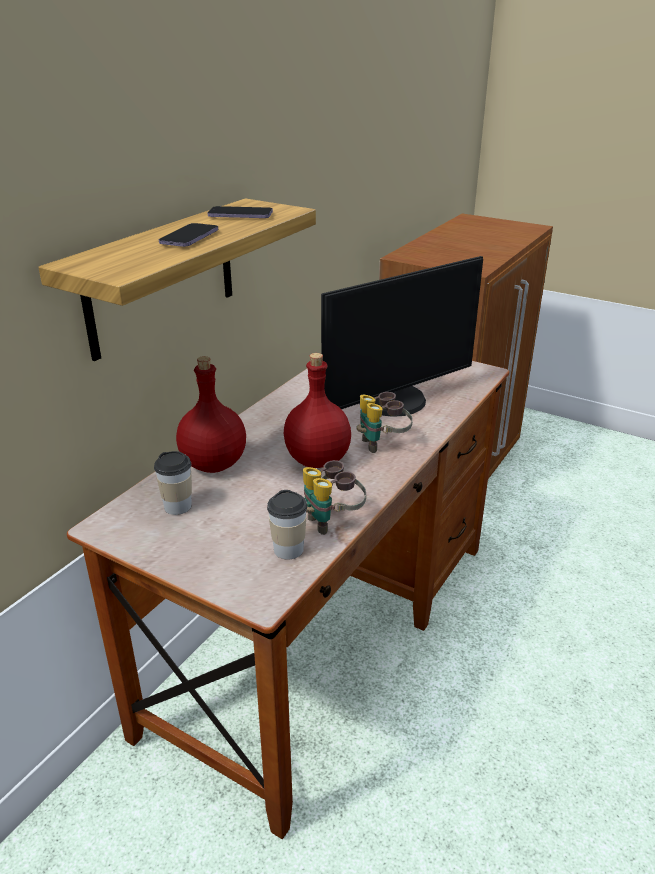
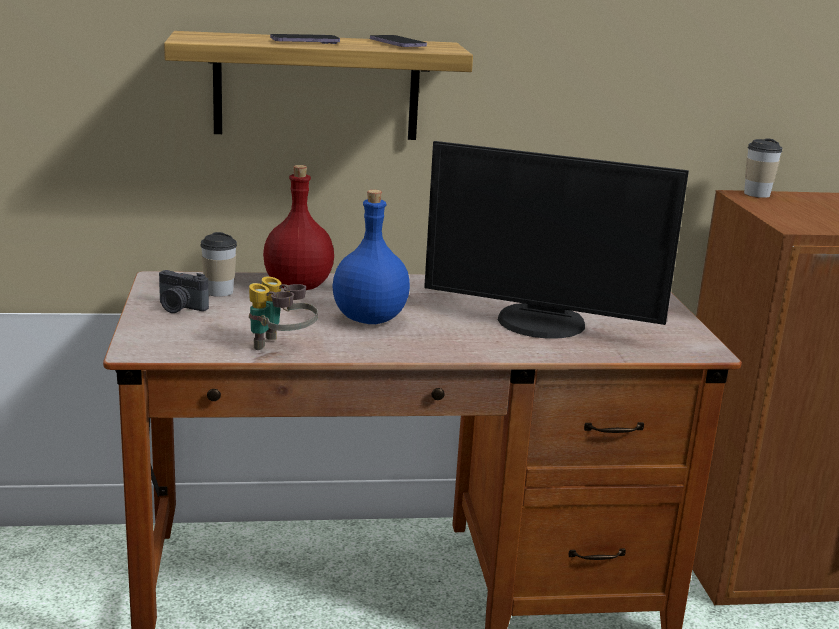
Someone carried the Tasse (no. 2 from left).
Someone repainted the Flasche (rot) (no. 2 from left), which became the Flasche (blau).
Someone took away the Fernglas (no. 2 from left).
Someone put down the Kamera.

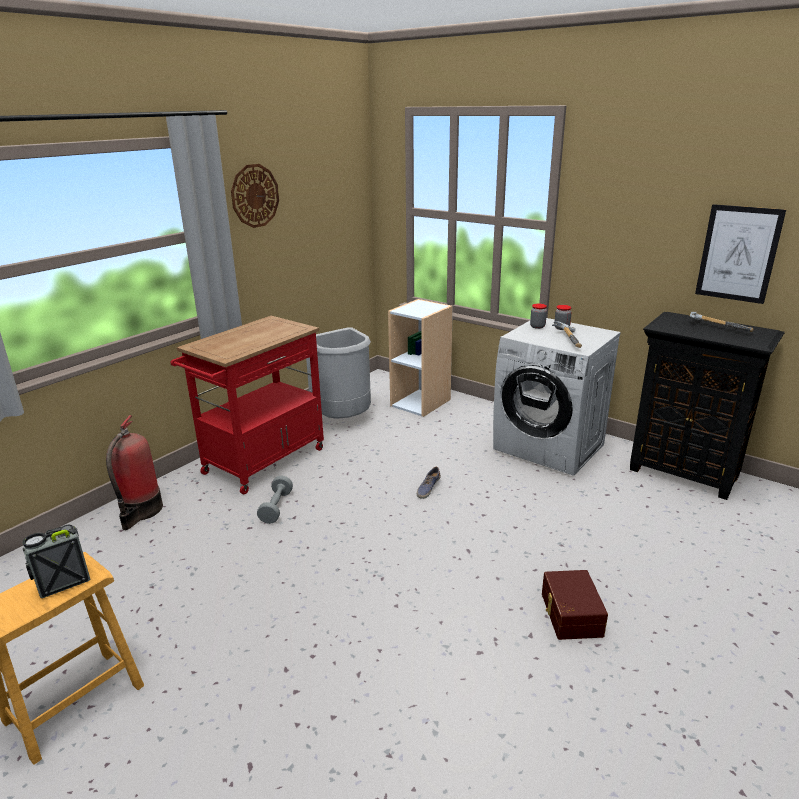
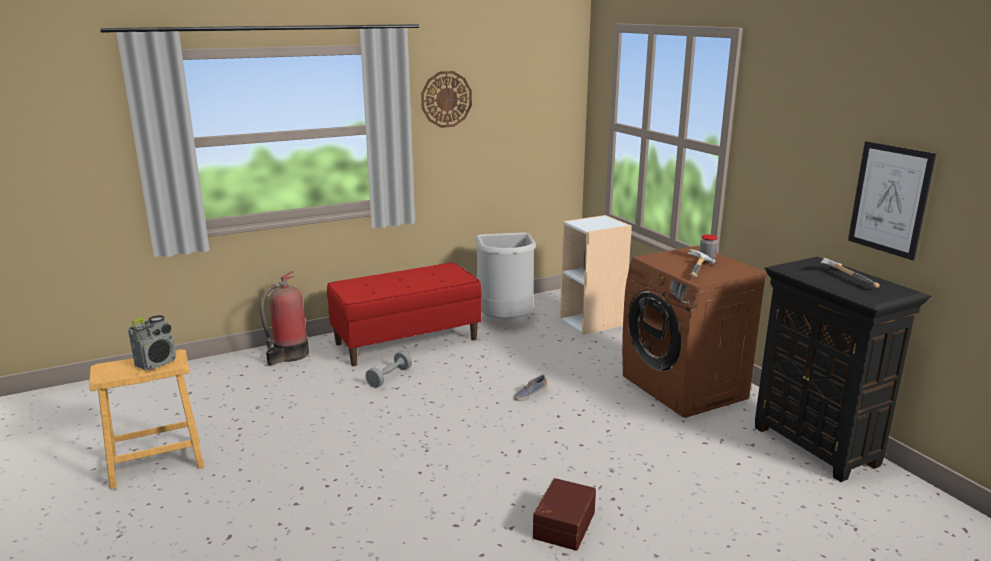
Someone rotated the Radio by 135 degrees clockwise.
Someone swapped the Rollwagen (rot) for the Bank (rot).
Someone repainted the Waschmaschine (weiß), which became the Waschmaschine (braun).
Someone took away the Vorratsglas (no. 1 from left).

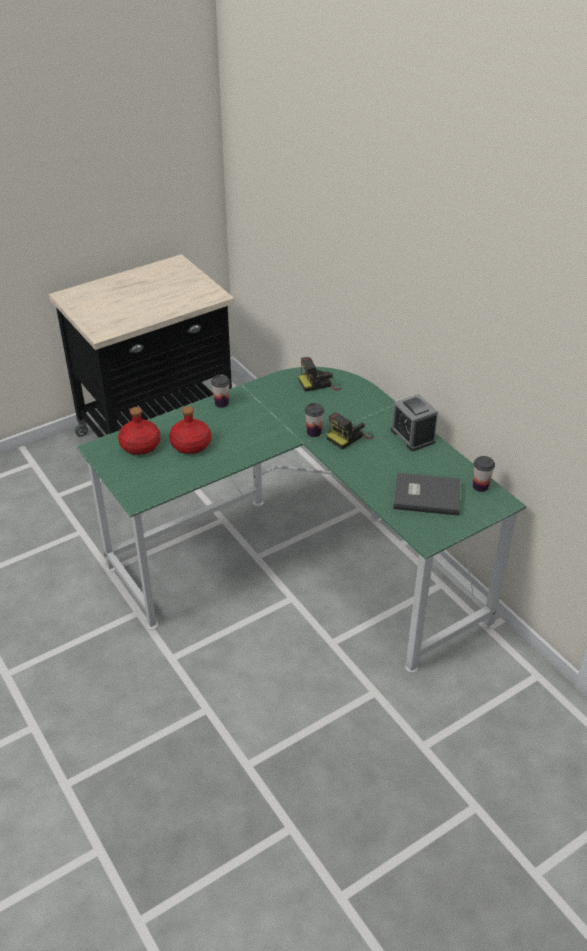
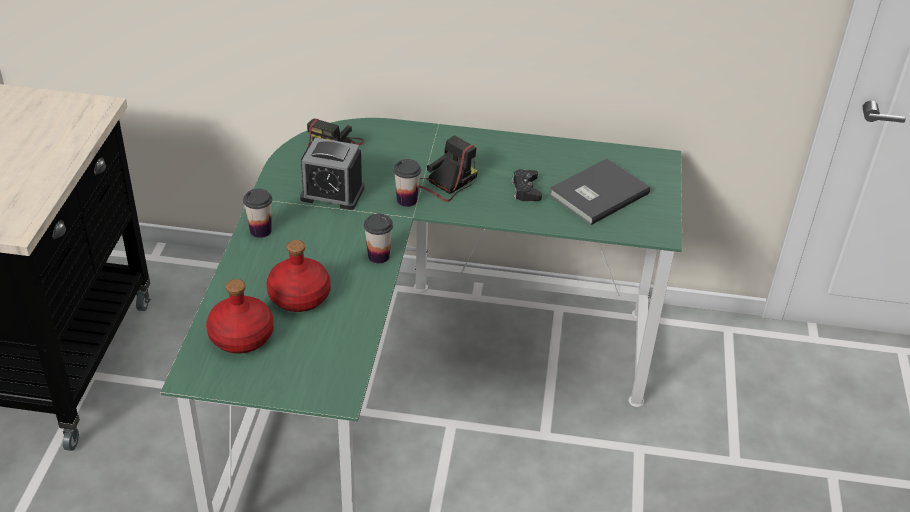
Someone rotated the Kamera (no. 2 from left) by 135 degrees counterclockwise.
Someone carried the Wecker.
Someone carried the Tasse (no. 3 from left in the first image).
Someone put down the Gamepad (schwarz).

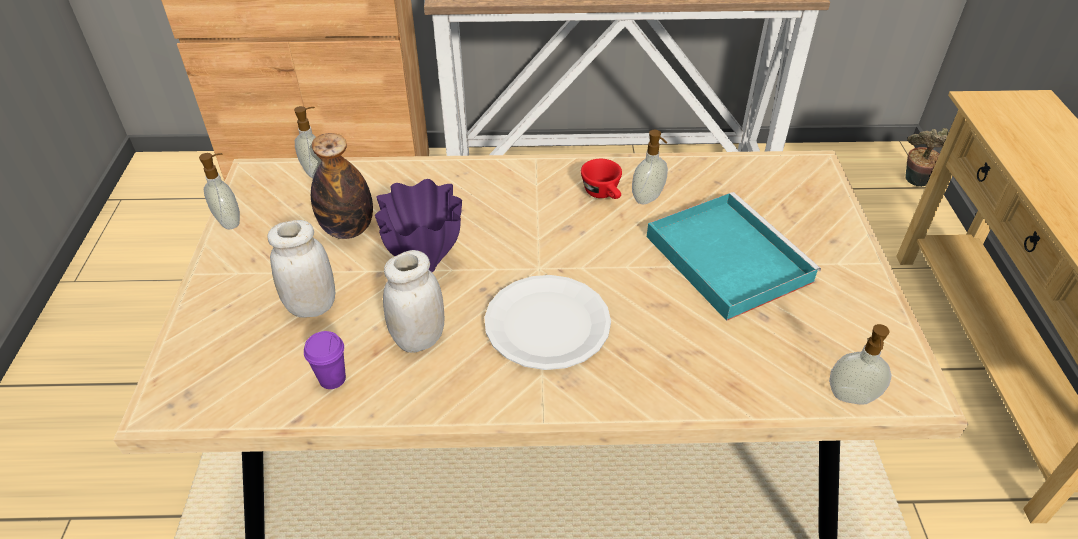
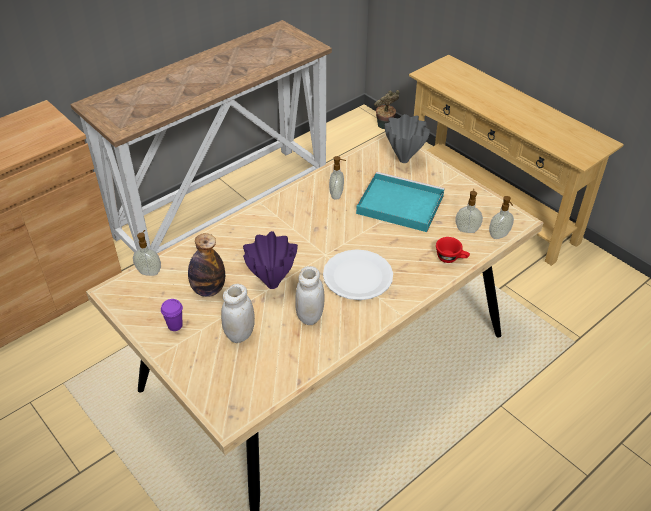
Someone carried the Seifenspender (no. 1 from left in the first image).
Someone carried the Tasse (lila).
Someone carried the Tasse (rot).
Someone put down the Vase (grau).

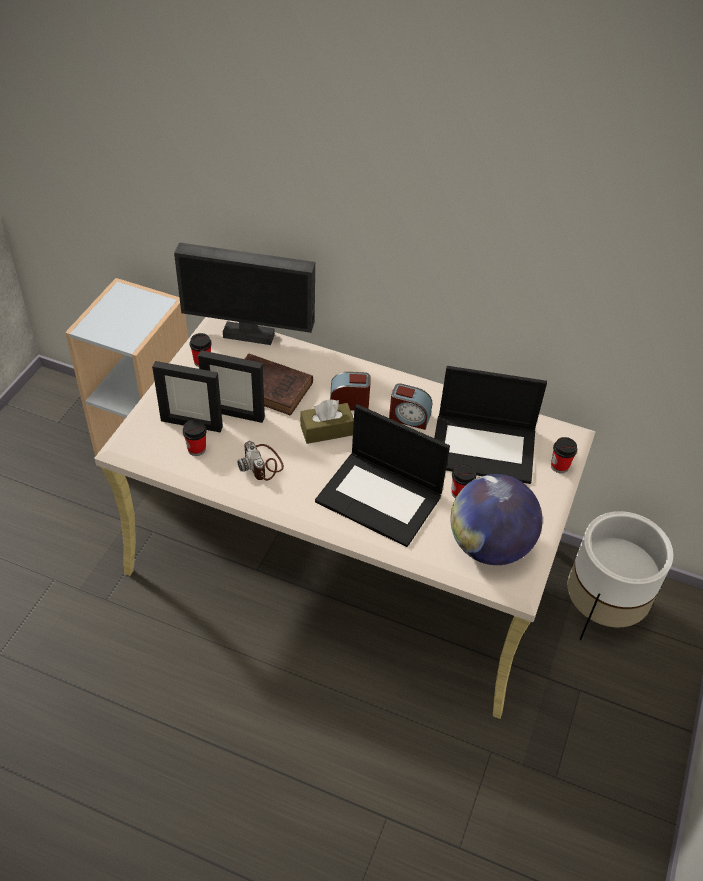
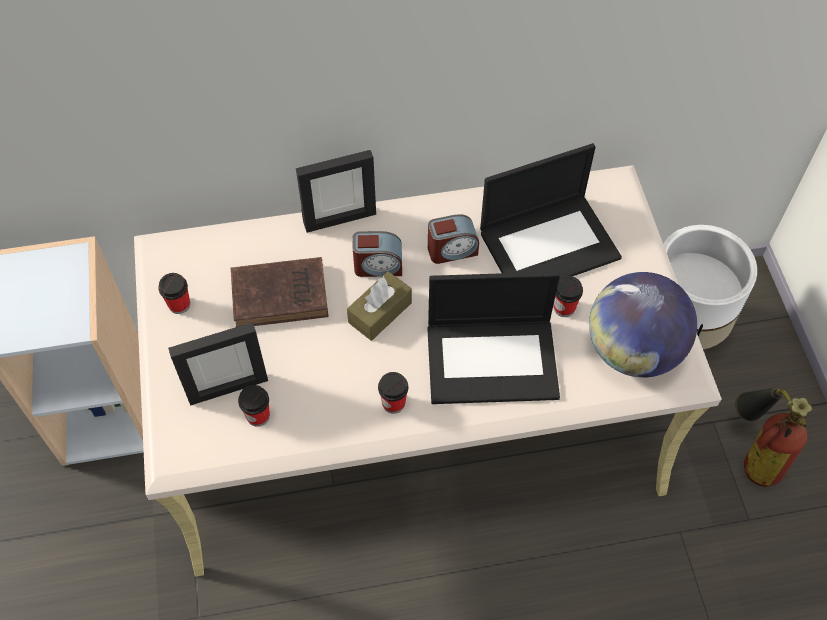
Someone took away the Monitor.
Someone carried the Bilderrahmen (no. 2 from left).
Someone took away the Kamera.
Someone rotated the Wecker (no. 1 from left) by 150 degrees counterclockwise.
Someone carried the Tasse (no. 4 from left in the first image).
Someone put down the Feuerlöscher.

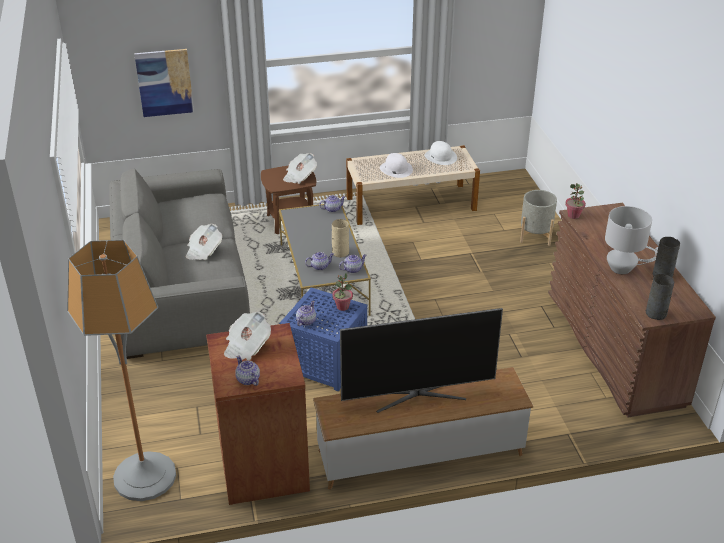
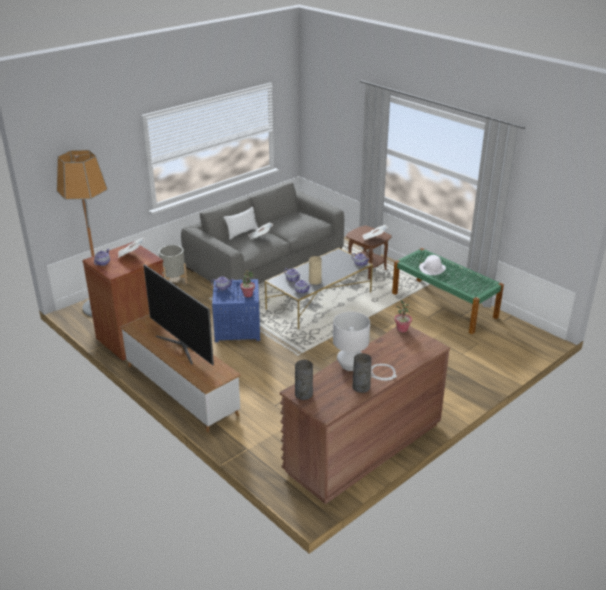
Someone took away the Bild.
Someone repainted the Bank (beige), which became the Bank (grün).
Someone took away the Hut (weiß) (no. 2 from left).
Someone carried the Pflanzkübel (grau).
Someone put down the Kissen (weiß).

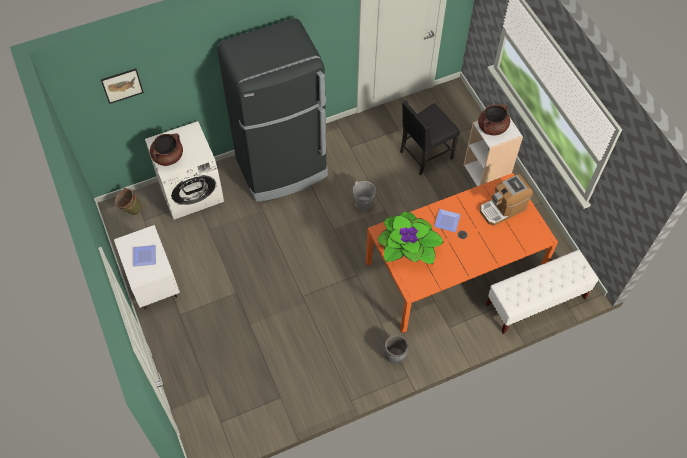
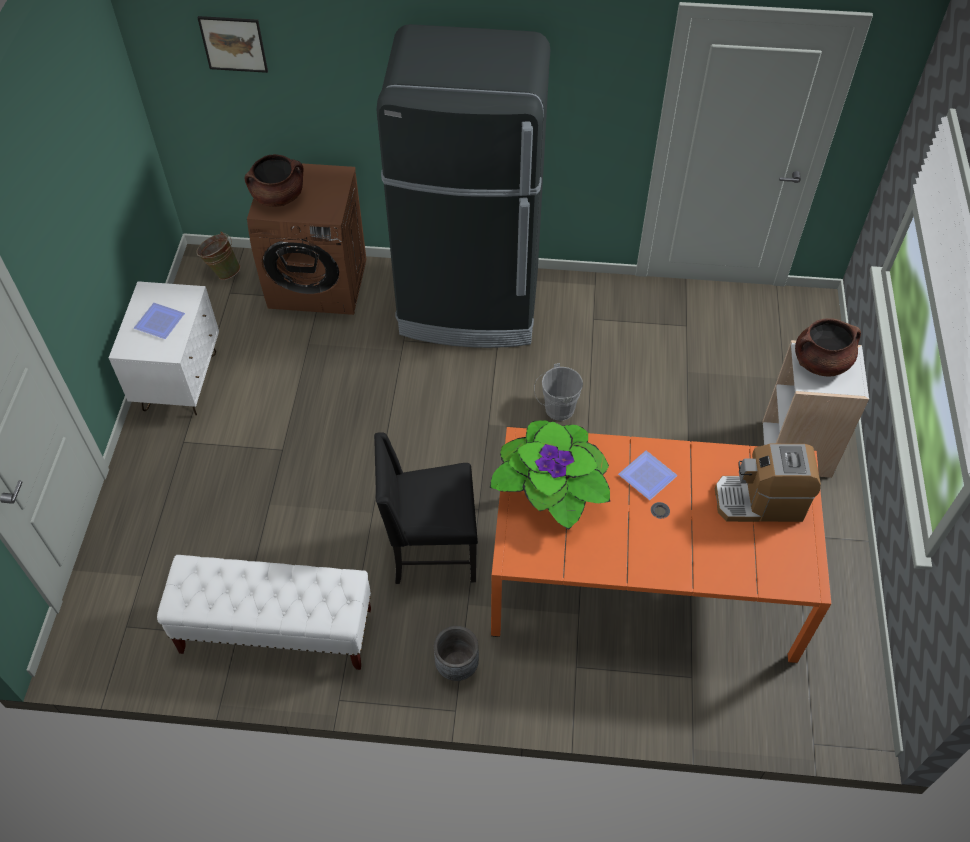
Someone repainted the Waschmaschine (weiß), which became the Waschmaschine (braun).
Someone carried the Stuhl (schwarz).
Someone carried the Bank (weiß).

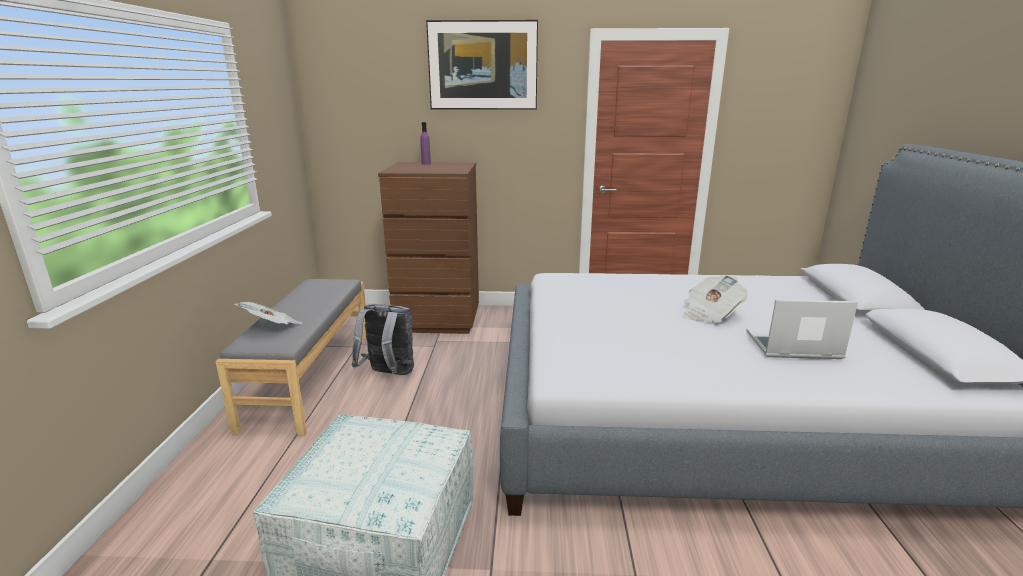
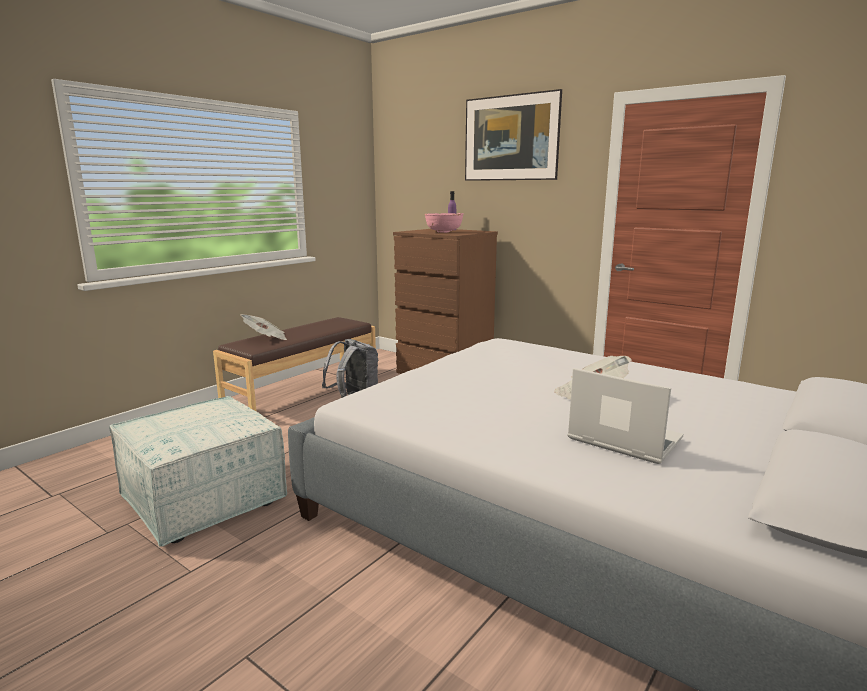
Someone repainted the Bank (grau), which became the Bank (braun).
Someone put down the Schüssel (rosa).

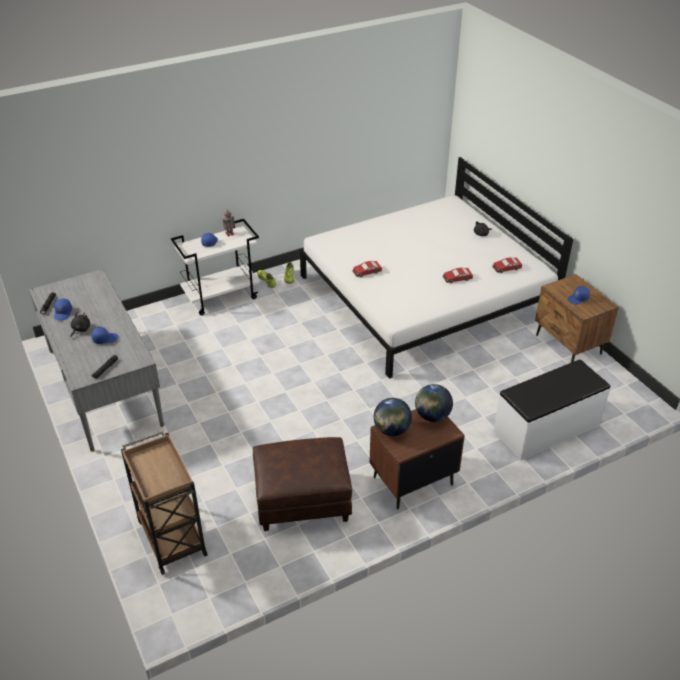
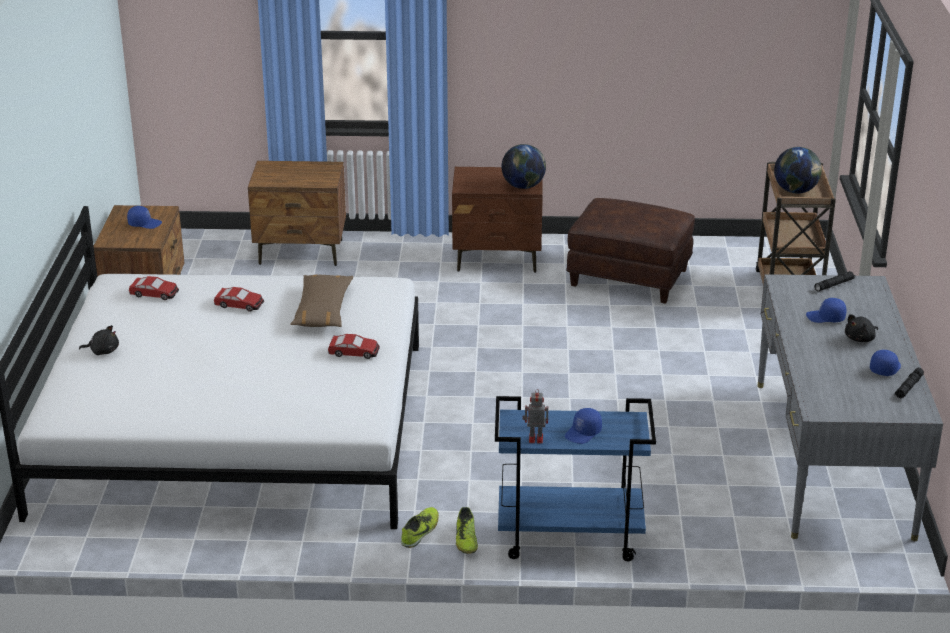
Someone repainted the Rollwagen (weiß), which became the Rollwagen (blau).
Someone carried the Globus (no. 2 from left).
Someone swapped the Bank (weiß) for the Nachttisch (braun) (no. 2 from left).
Someone put down the Kissen (braun).

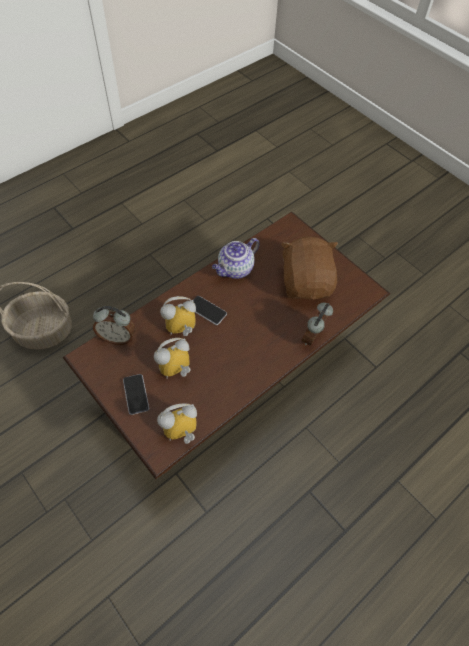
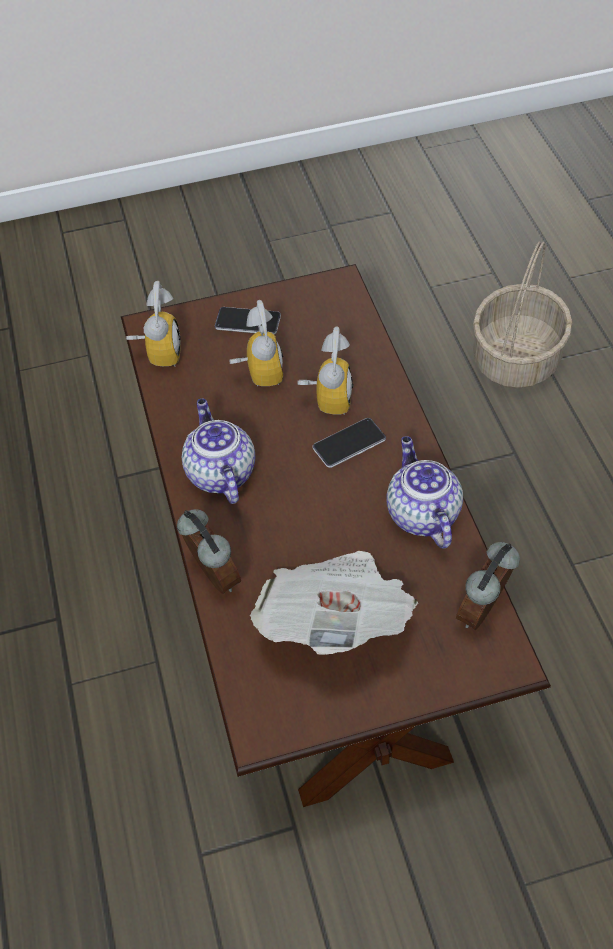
Someone carried the Wecker (no. 1 from left in the first image).
Someone swapped the Plüschtier (braun) for the Zeitung.
Someone put down the Teekanne (no. 1 from left).

